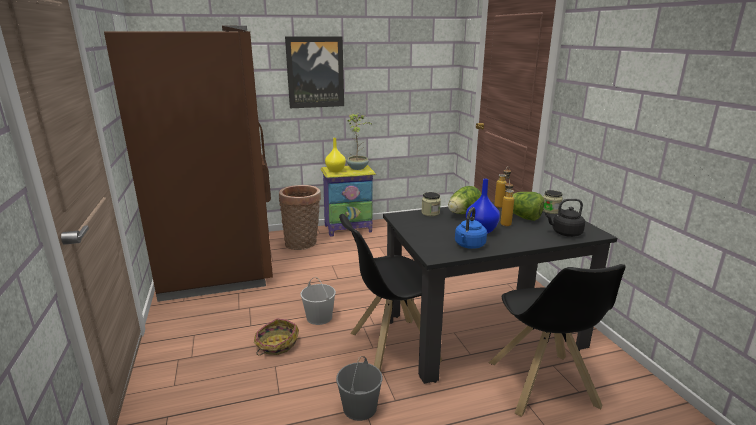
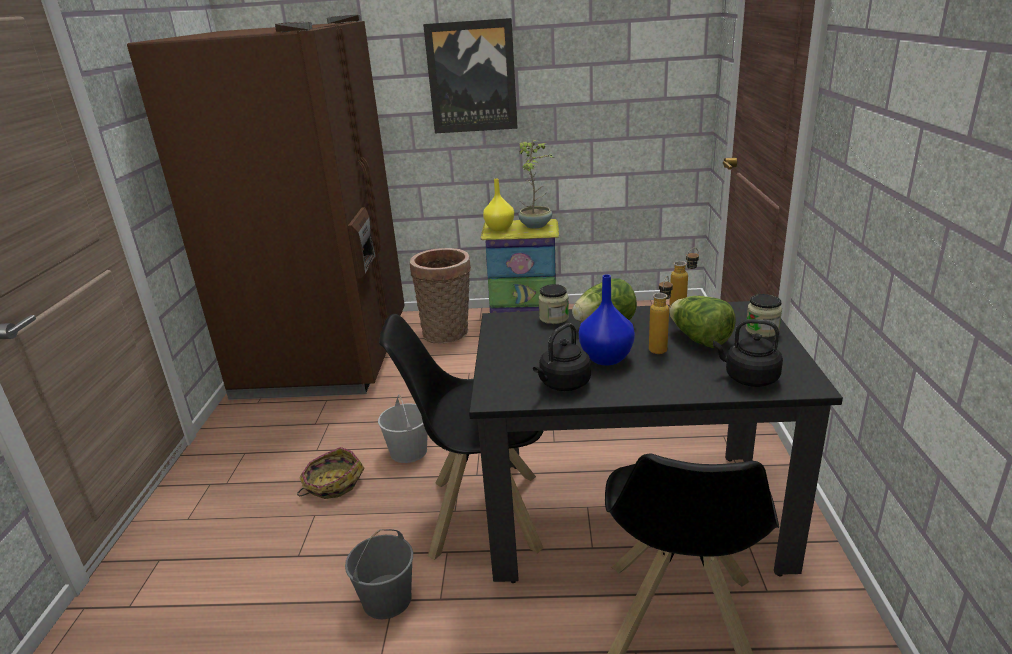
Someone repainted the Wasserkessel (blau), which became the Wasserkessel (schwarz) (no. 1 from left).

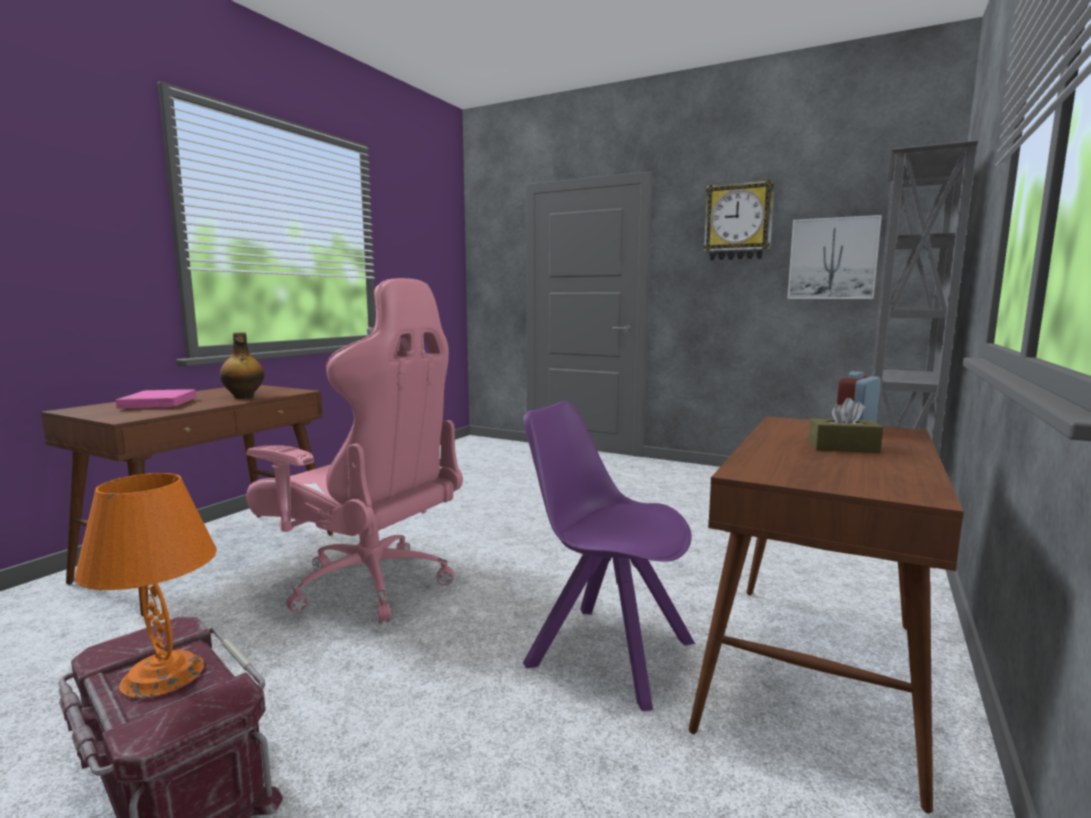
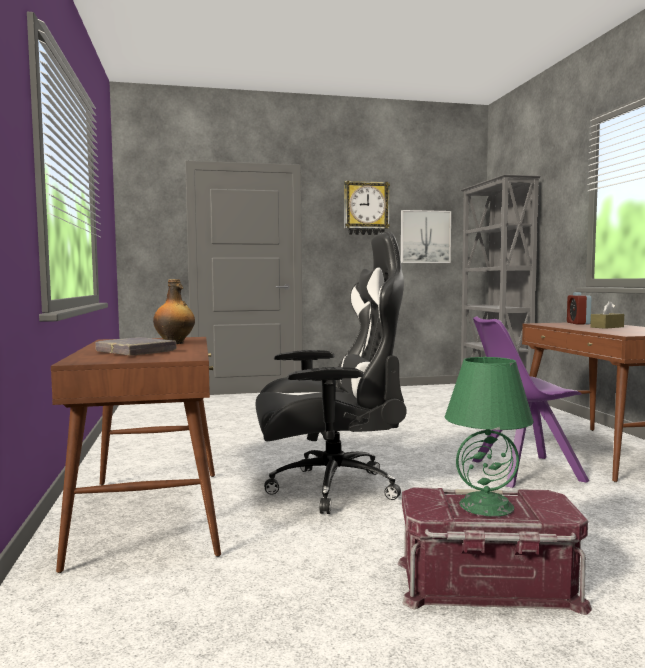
Someone repainted the Tischlampe (orange), which became the Tischlampe (grün).
Someone repainted the Buch (rosa), which became the Buch (grau).
Someone repainted the Bürostuhl (rosa), which became the Bürostuhl (schwarz).

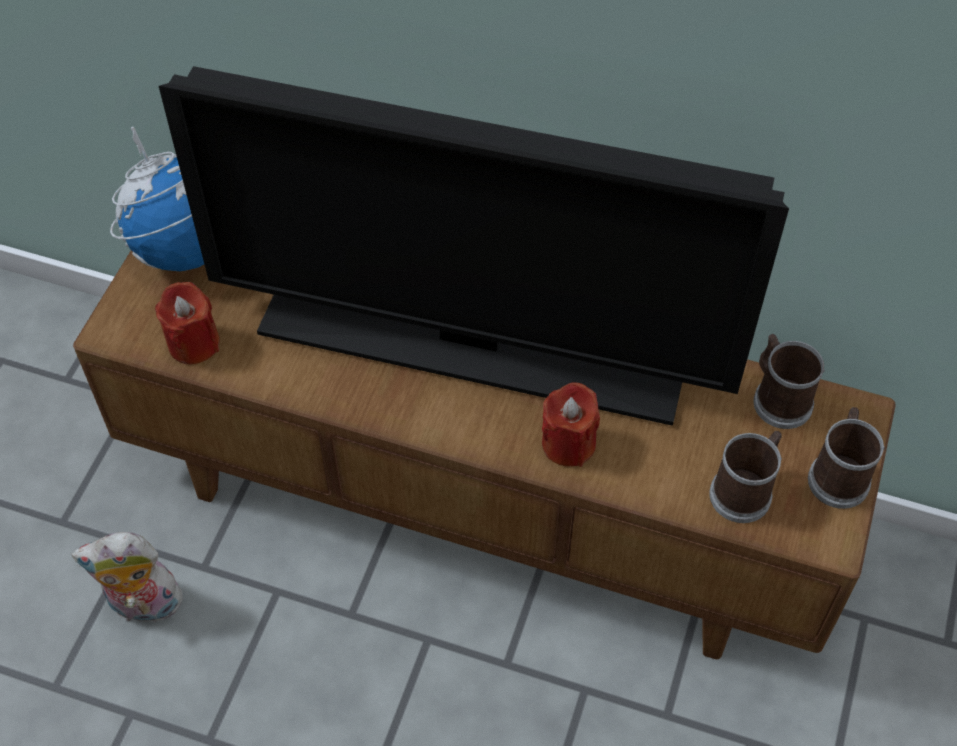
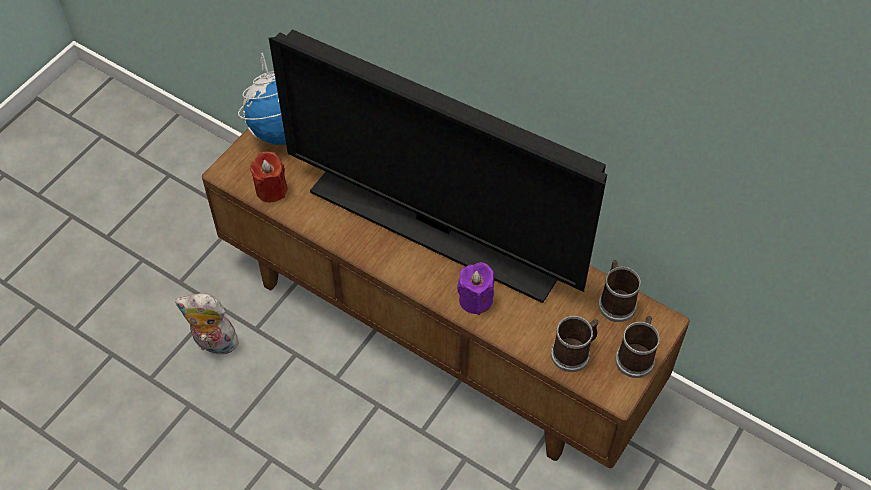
Someone repainted the Kerze (rot) (no. 2 from left), which became the Kerze (lila).

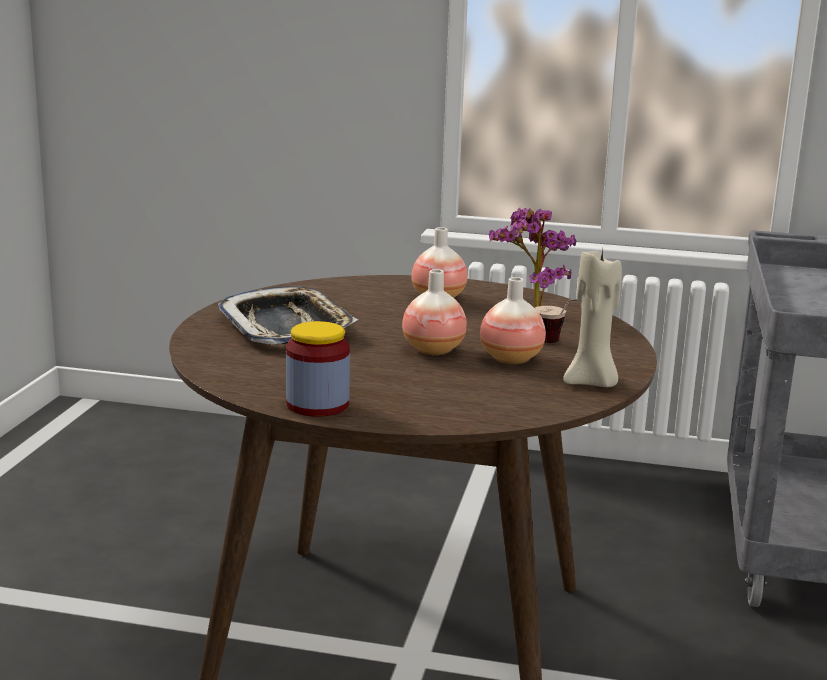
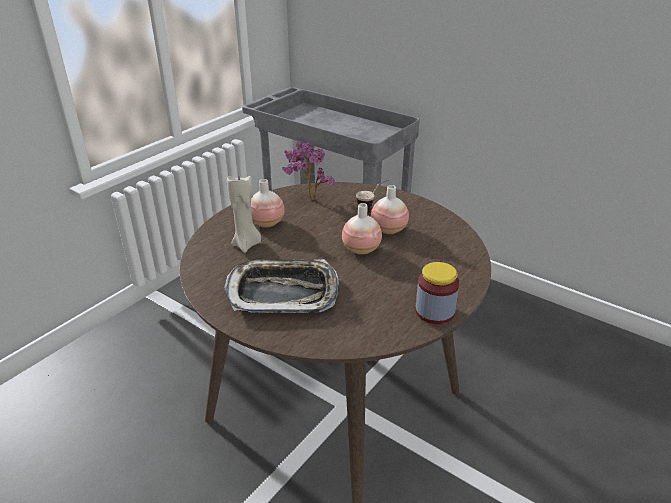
Someone carried the Kerze (beige).

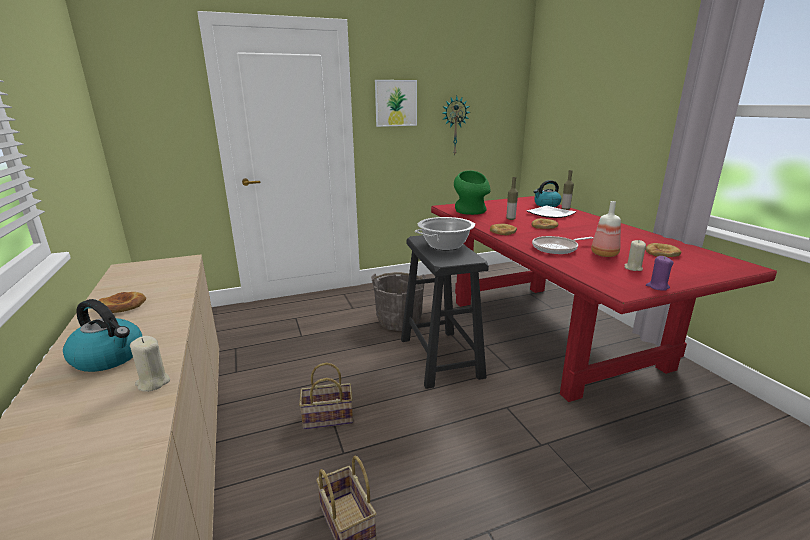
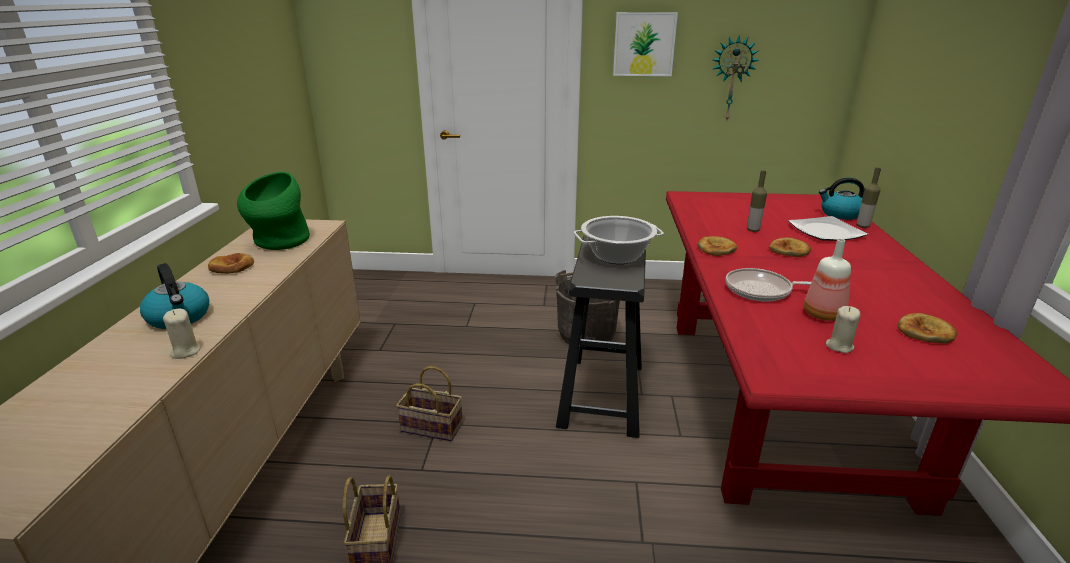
Someone carried the Vase (grün).
Someone took away the Kerze (lila).

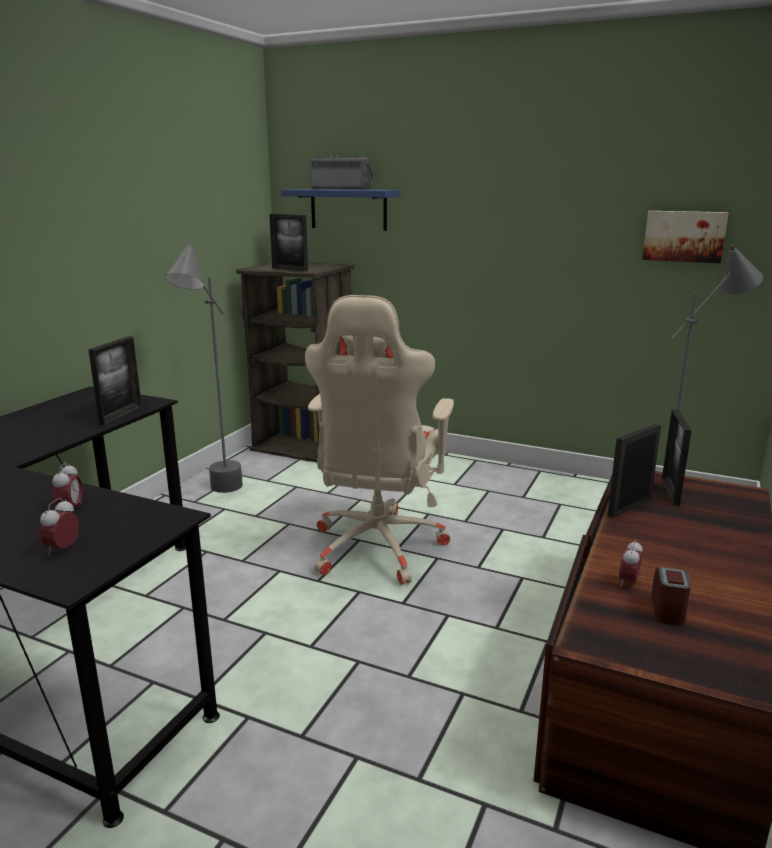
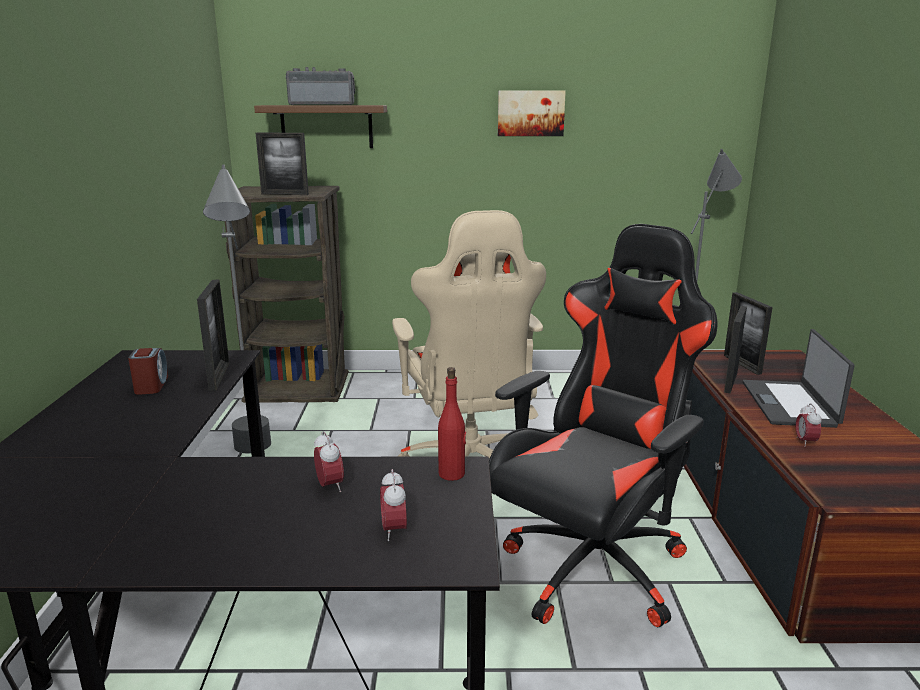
Someone repainted the Wandregal (blau), which became the Wandregal (braun).
Someone carried the Bild.
Someone carried the Wecker (no. 4 from left in the first image).
Someone put down the Flasche (rot).
Someone put down the Bürostuhl (schwarz).
Someone put down the Laptop.

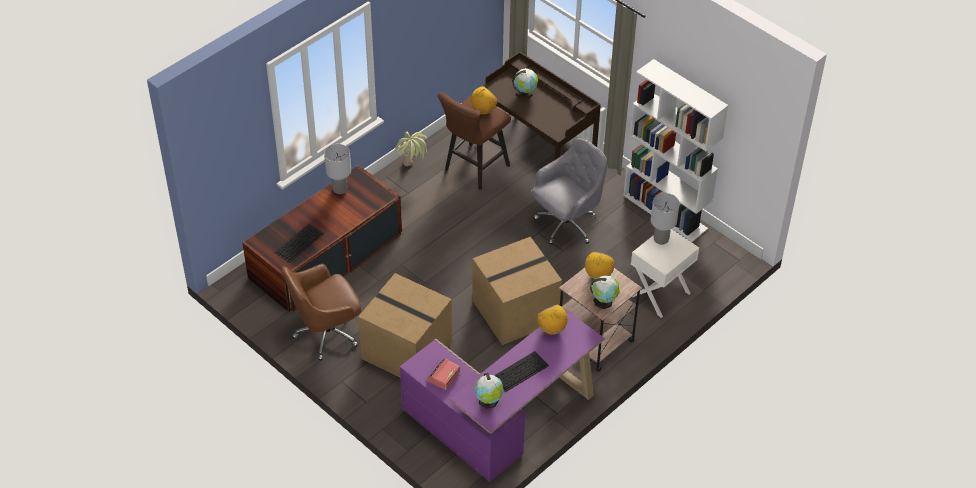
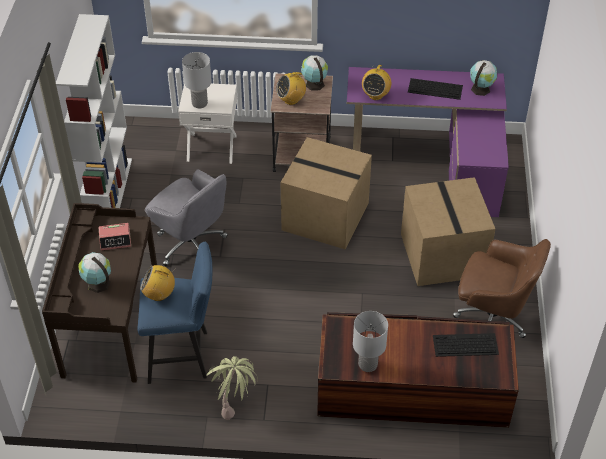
Someone carried the Wecker.
Someone repainted the Hocker (braun), which became the Hocker (blau).
Someone rotated the Bürostuhl (grau) by 150 degrees counterclockwise.

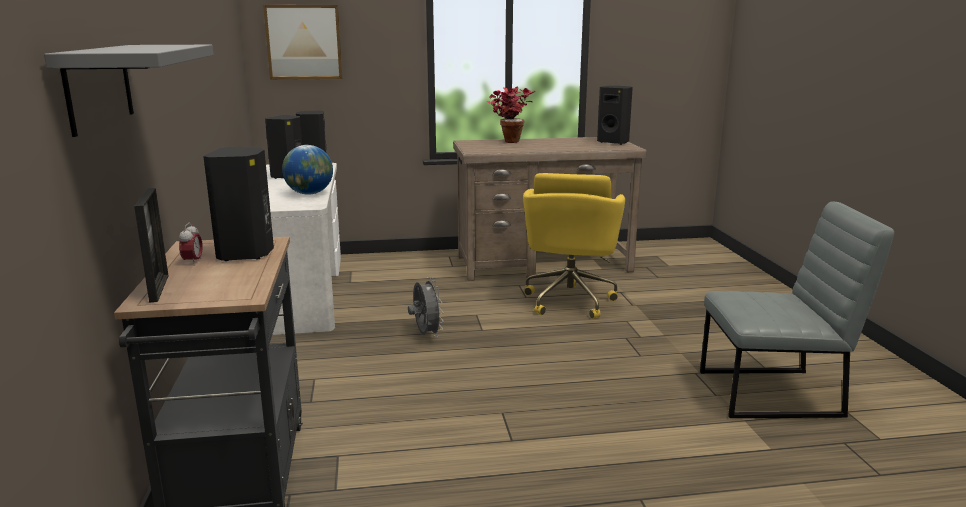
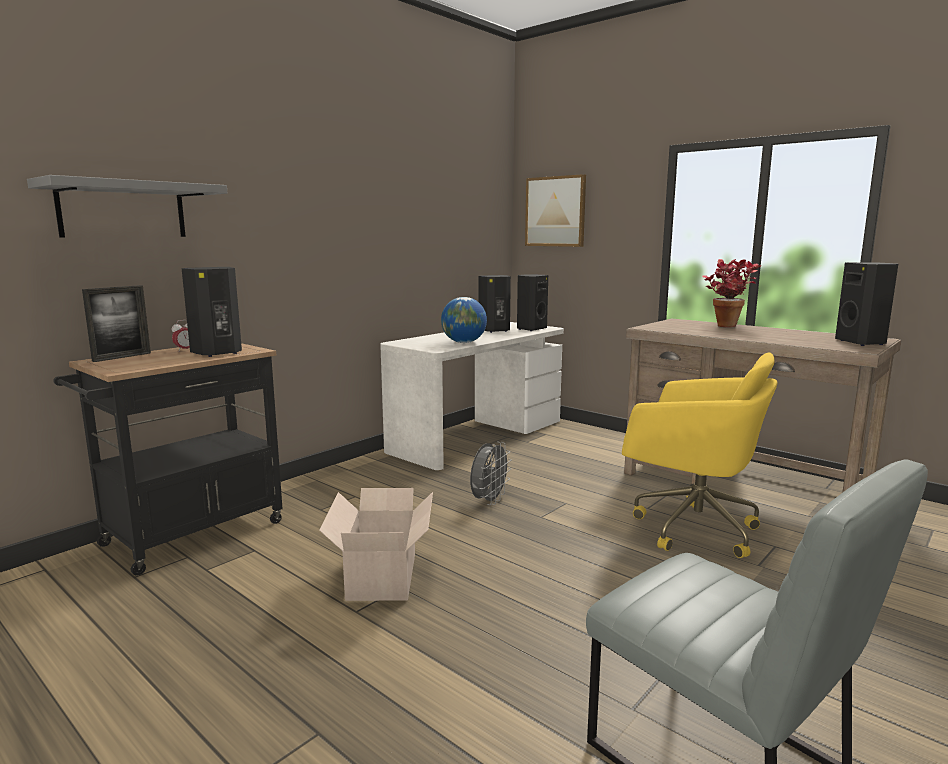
Someone rotated the Bürostuhl (gelb) by 120 degrees counterclockwise.
Someone put down the Karton.

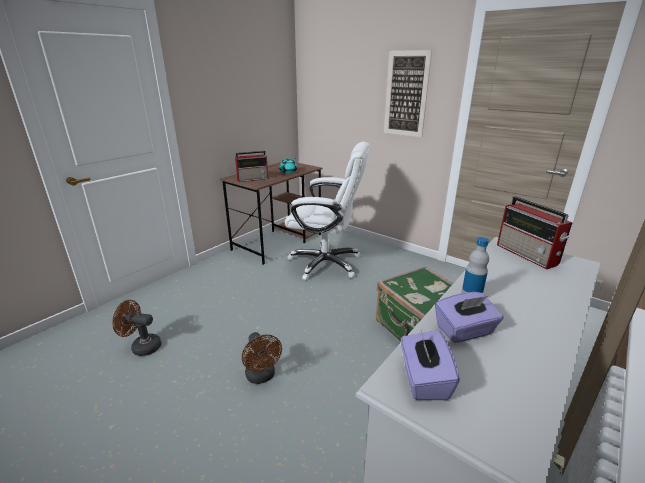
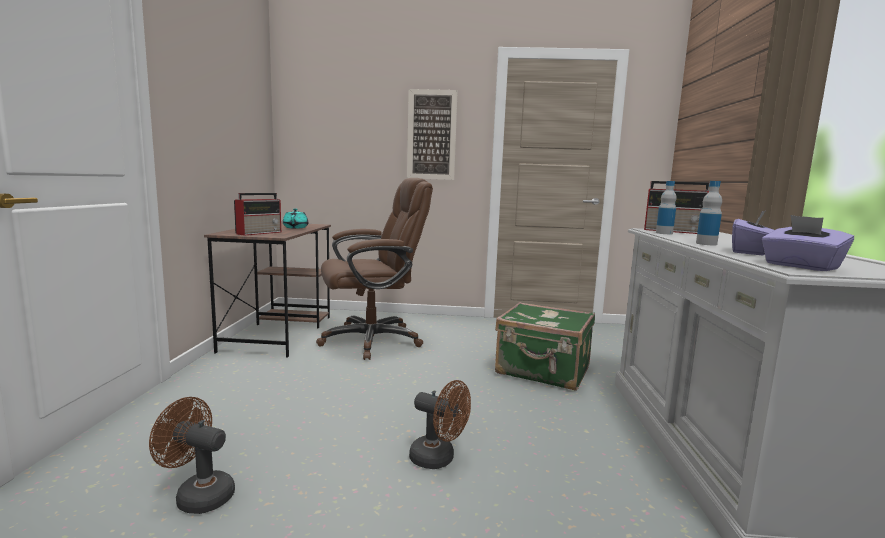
Someone rotated the Ventilator (braun) (no. 1 from left) by 45 degrees clockwise.
Someone repainted the Bürostuhl (weiß), which became the Bürostuhl (braun).
Someone put down the Flasche (no. 1 from left).

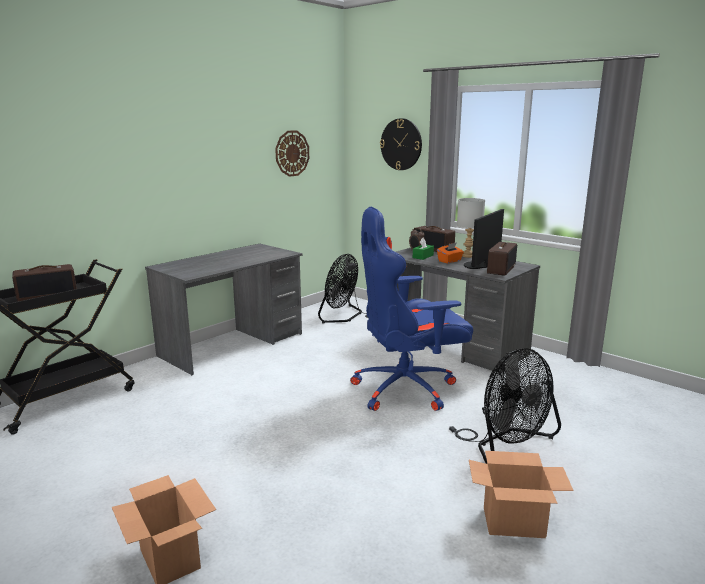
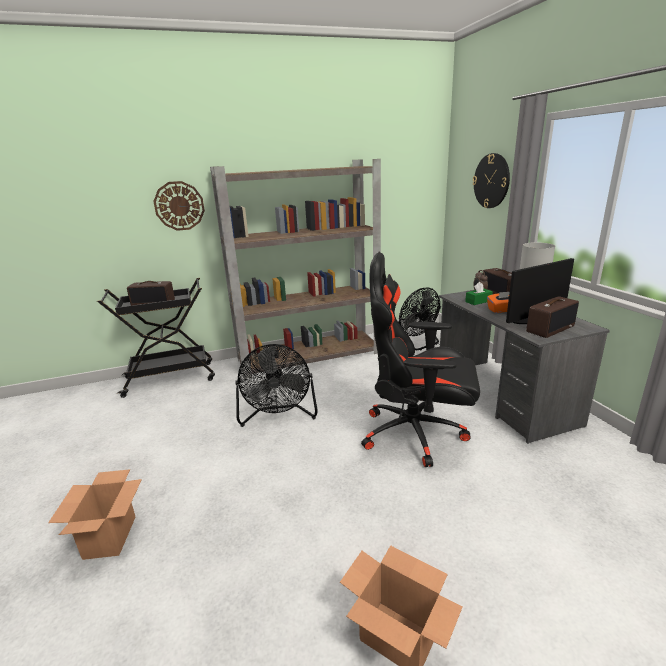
Someone swapped the Schreibtisch (grau) (no. 1 from left) for the Bücherregal (braun).
Someone carried the Wanduhr (no. 1 from left).
Someone repainted the Bürostuhl (blau), which became the Bürostuhl (schwarz).
Someone carried the Ventilator (schwarz) (no. 2 from left in the first image).

